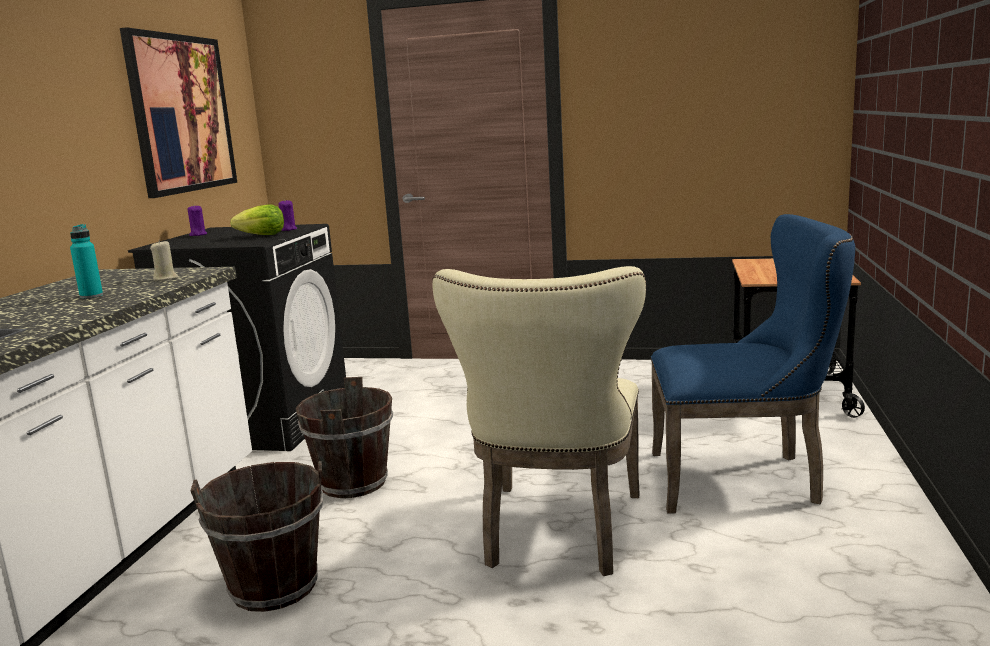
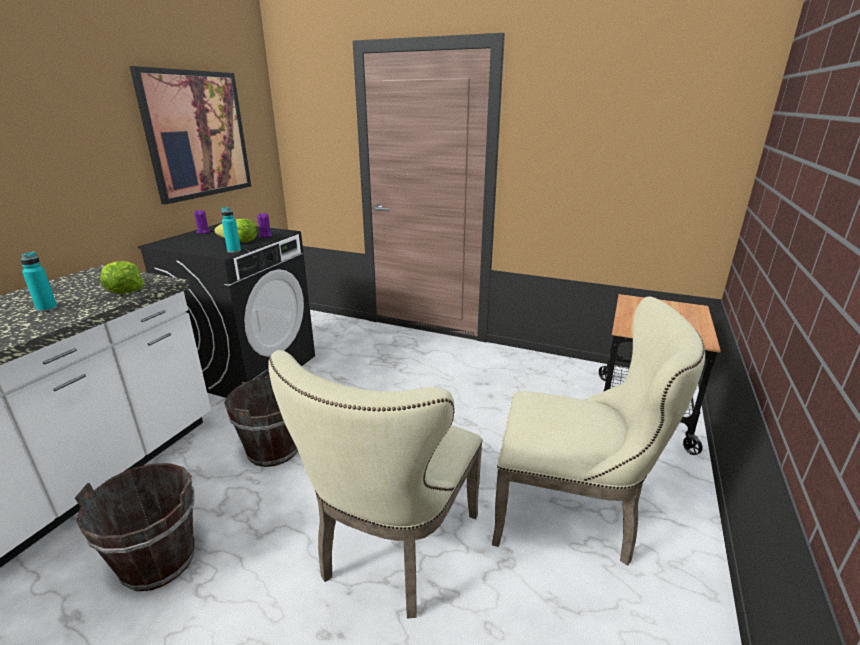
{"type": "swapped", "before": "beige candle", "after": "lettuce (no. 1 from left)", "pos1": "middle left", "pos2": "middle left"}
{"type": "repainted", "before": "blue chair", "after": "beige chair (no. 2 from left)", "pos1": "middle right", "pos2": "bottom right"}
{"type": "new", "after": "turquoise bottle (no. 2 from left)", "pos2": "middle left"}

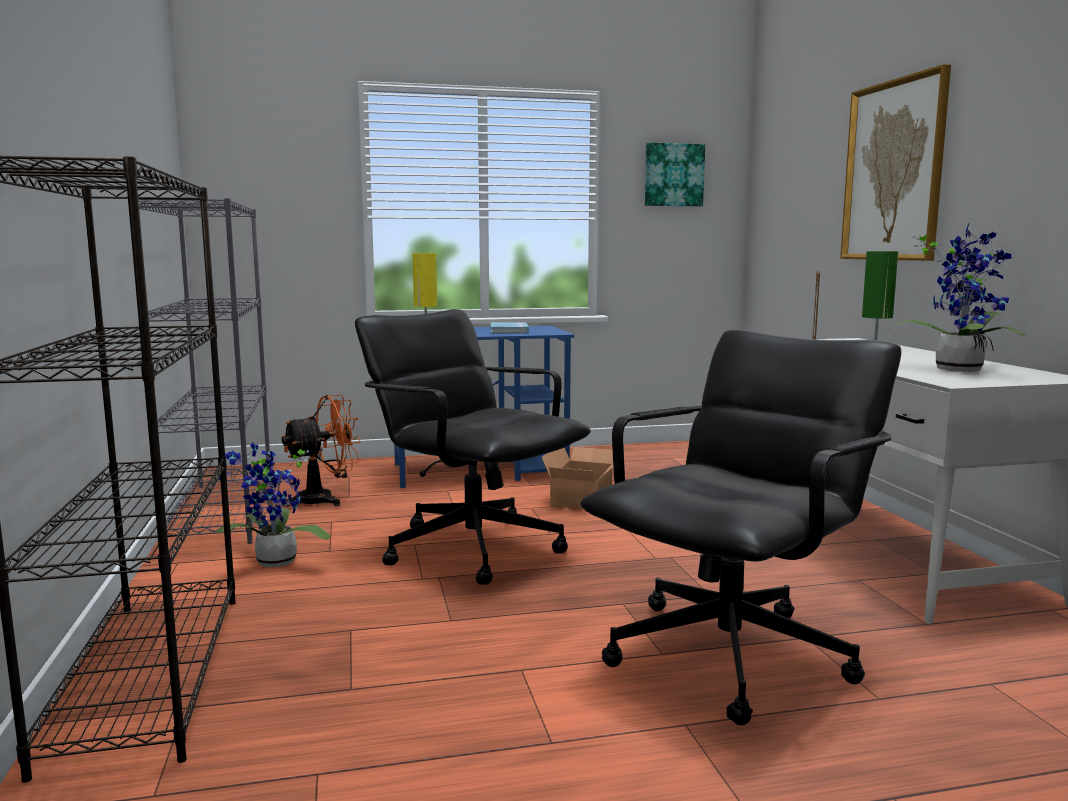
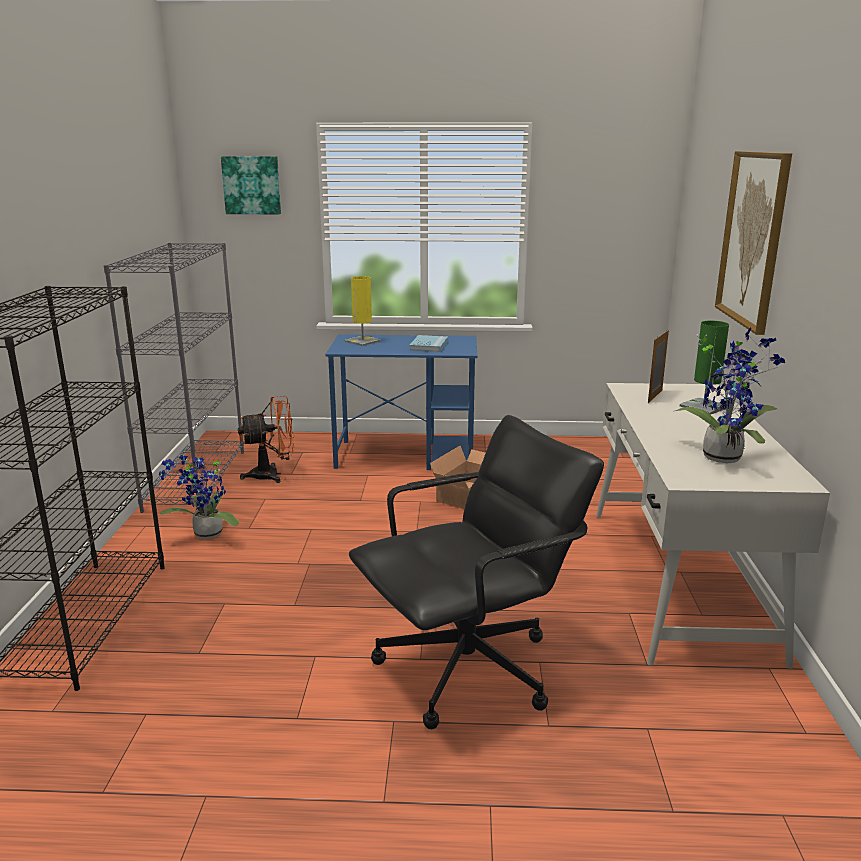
{"type": "gone", "before": "black office chair (no. 1 from left)", "pos1": "centre"}
{"type": "shifted", "before": "picture (no. 1 from left)", "pos1": "top centre", "pos2": "top left"}

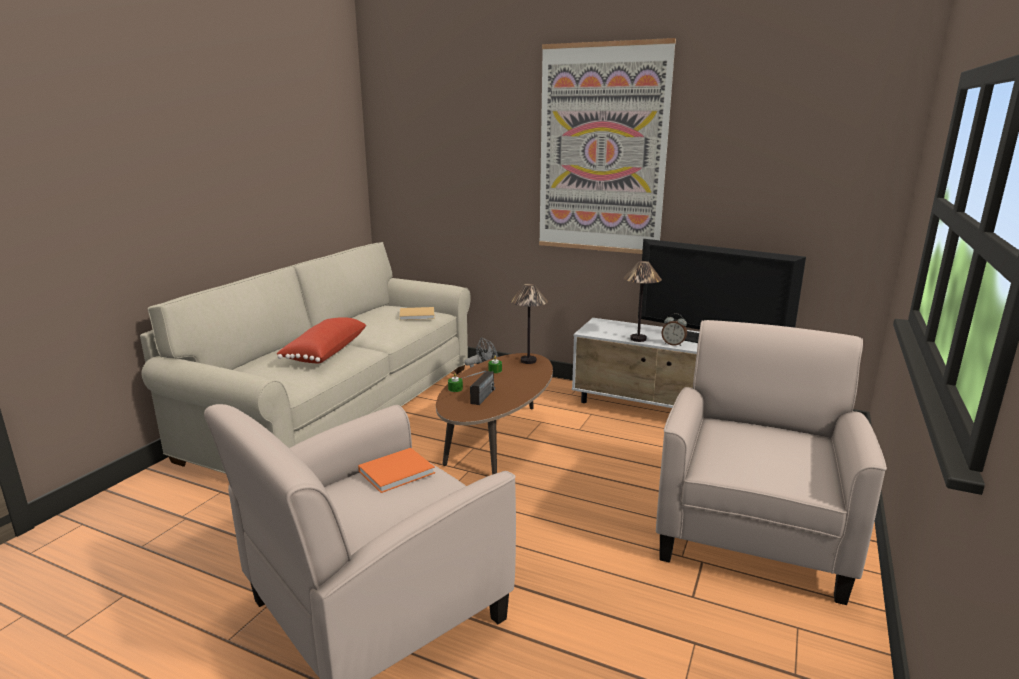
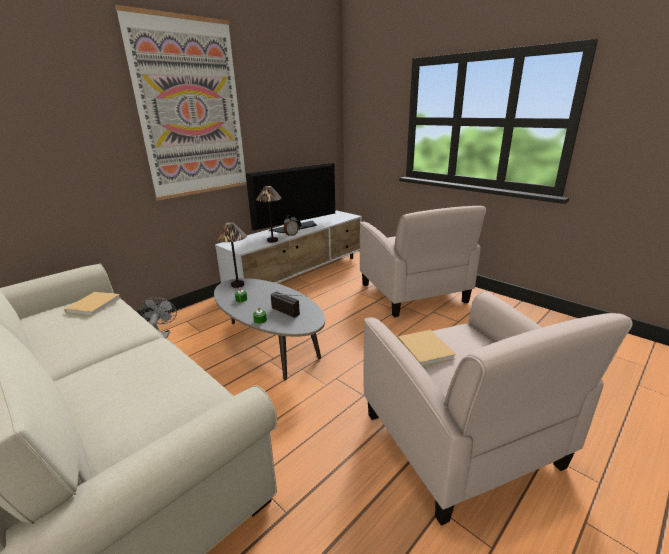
{"type": "gone", "before": "red pillow", "pos1": "middle left"}
{"type": "repainted", "before": "orange book", "after": "beige book (no. 2 from left)", "pos1": "bottom centre", "pos2": "centre"}
{"type": "repainted", "before": "brown coffee table", "after": "grey coffee table", "pos1": "centre", "pos2": "centre"}
{"type": "rotated", "before": "beige armchair (no. 2 from left in the first image)", "pos1": "bottom right", "pos2": "centre", "turn": -150}

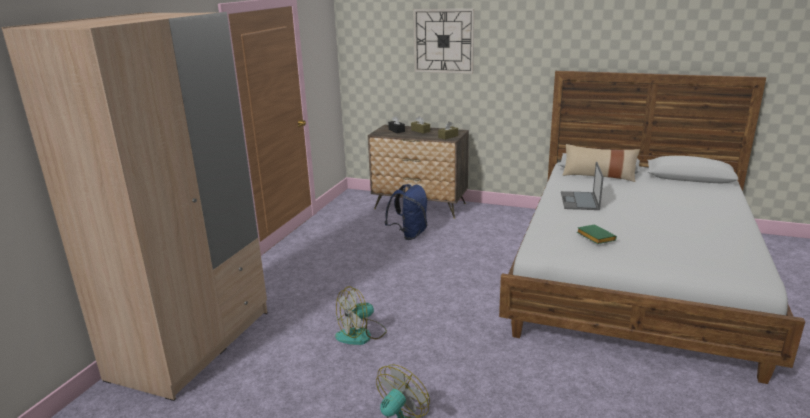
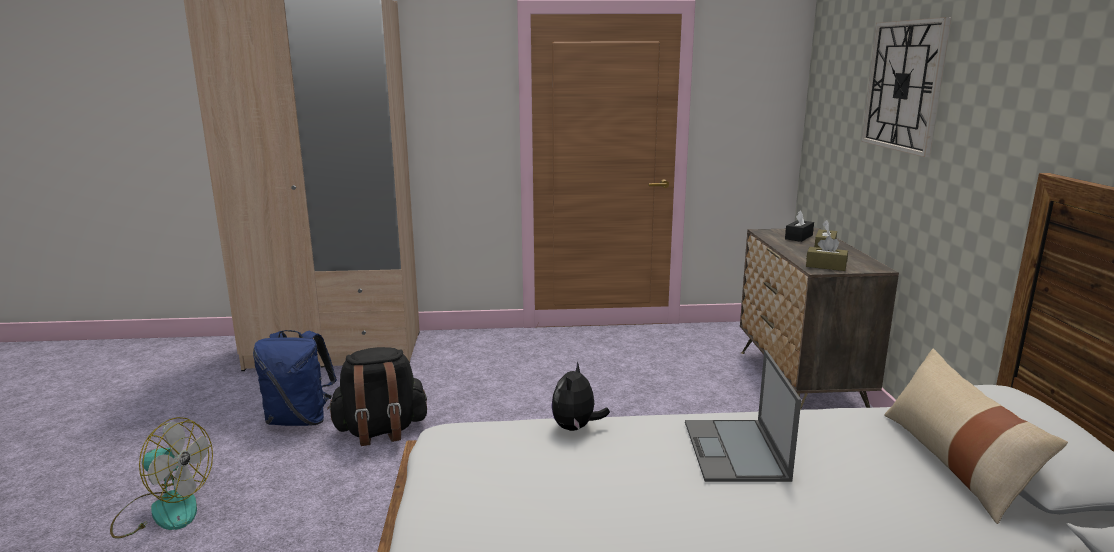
{"type": "swapped", "before": "fan (no. 1 from left)", "after": "black backpack", "pos1": "bottom centre", "pos2": "bottom centre"}
{"type": "shifted", "before": "blue backpack", "pos1": "centre", "pos2": "bottom left"}
{"type": "rotated", "before": "laptop", "pos1": "middle right", "pos2": "bottom right", "turn": -75}
{"type": "gone", "before": "green book", "pos1": "middle right"}
{"type": "new", "after": "plush toy", "pos2": "bottom centre"}

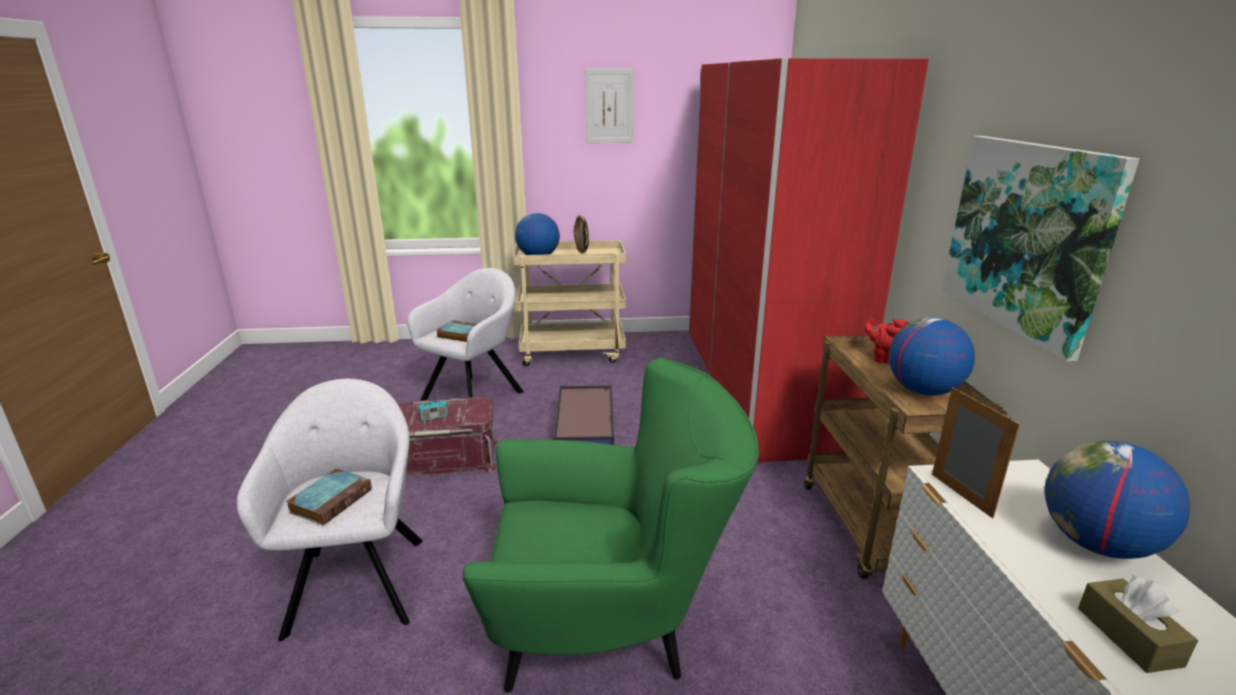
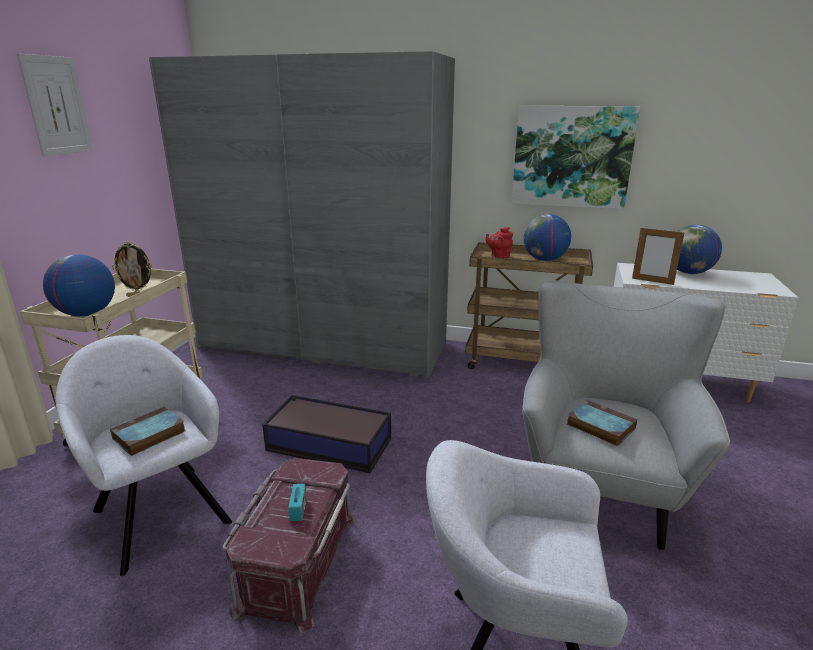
{"type": "shifted", "before": "book (no. 1 from left in the first image)", "after": "book (no. 2 from left)", "pos1": "bottom left", "pos2": "middle right"}
{"type": "repainted", "before": "green armchair", "after": "grey armchair (no. 3 from left)", "pos1": "bottom centre", "pos2": "middle right"}
{"type": "repainted", "before": "red wardrobe", "after": "grey wardrobe", "pos1": "centre", "pos2": "top centre"}
{"type": "rotated", "before": "picture frame (no. 2 from left)", "pos1": "middle right", "pos2": "middle right", "turn": -150}
{"type": "gone", "before": "brown tissue box", "pos1": "bottom right"}

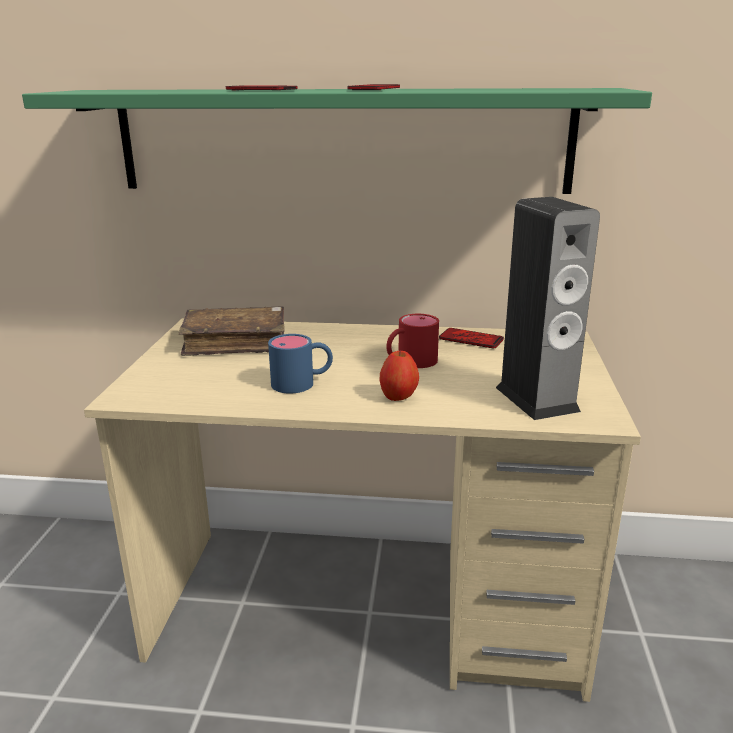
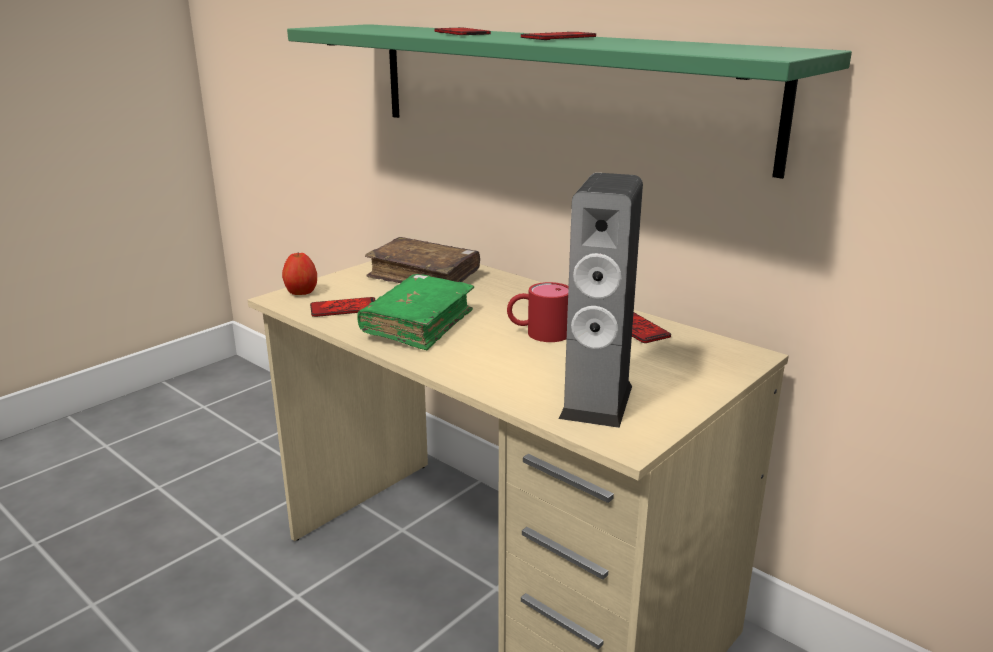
{"type": "swapped", "before": "blue mug", "after": "green book", "pos1": "centre", "pos2": "centre"}
{"type": "shifted", "before": "apple", "pos1": "centre", "pos2": "middle left"}
{"type": "new", "after": "phone (no. 1 from left)", "pos2": "centre"}

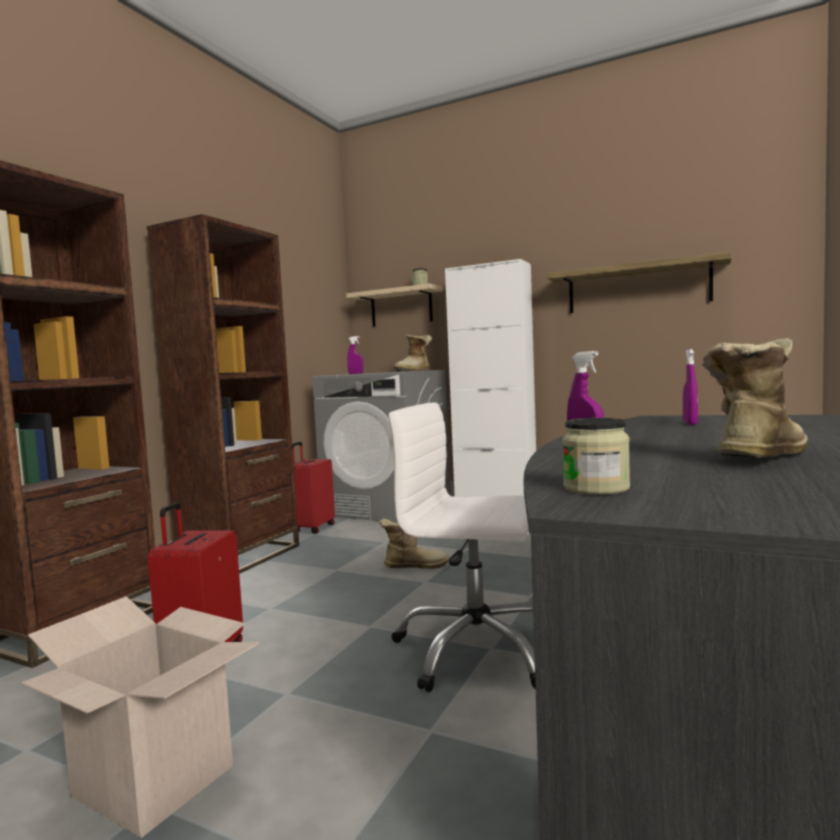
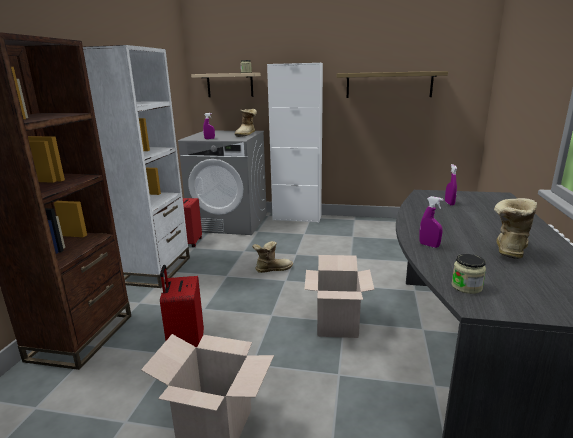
{"type": "repainted", "before": "brown bookcase (no. 2 from left)", "after": "white bookcase", "pos1": "middle left", "pos2": "middle left"}
{"type": "swapped", "before": "white office chair", "after": "cardboard box (no. 2 from left)", "pos1": "centre", "pos2": "bottom centre"}

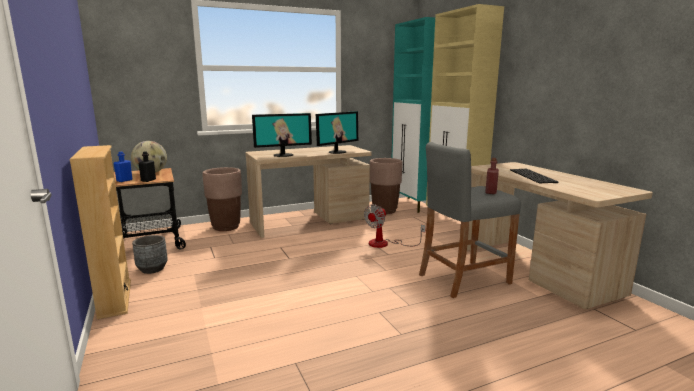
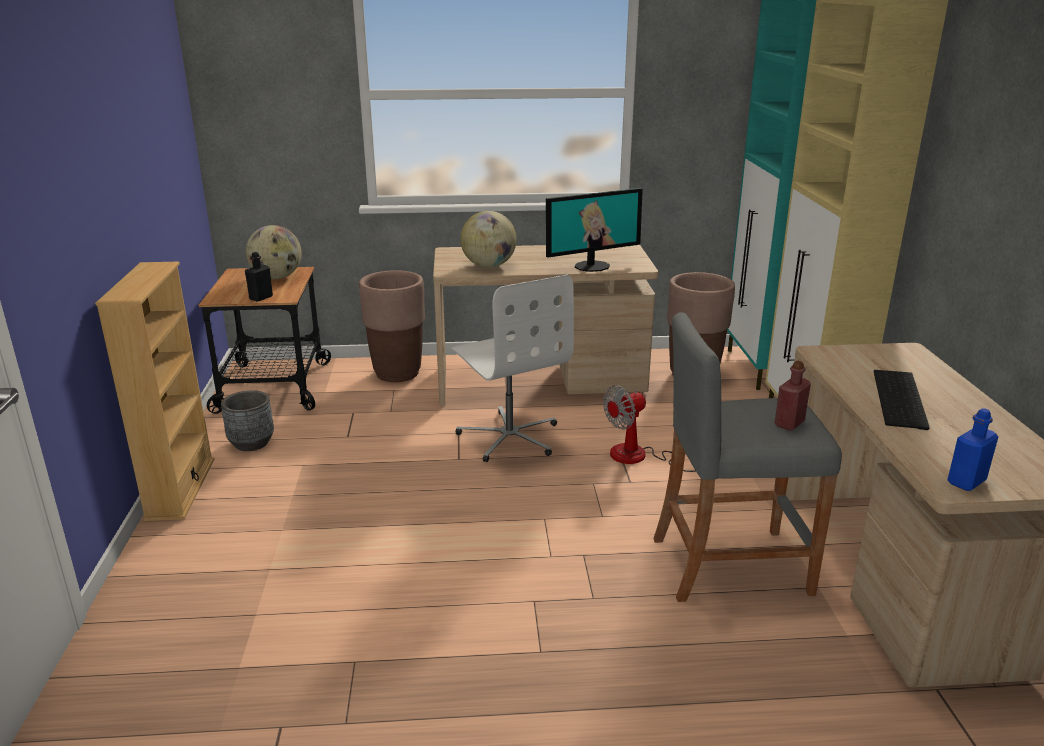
{"type": "shifted", "before": "blue bottle", "pos1": "middle left", "pos2": "middle right"}
{"type": "swapped", "before": "monitor (no. 1 from left)", "after": "globe (no. 2 from left)", "pos1": "centre", "pos2": "top centre"}
{"type": "new", "after": "white office chair", "pos2": "centre"}

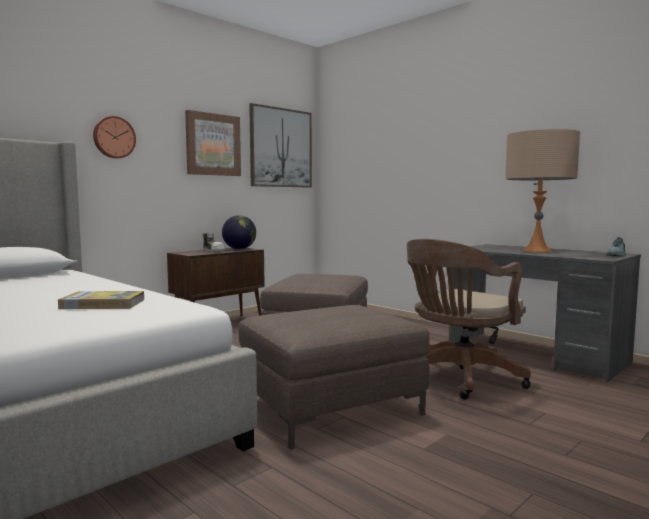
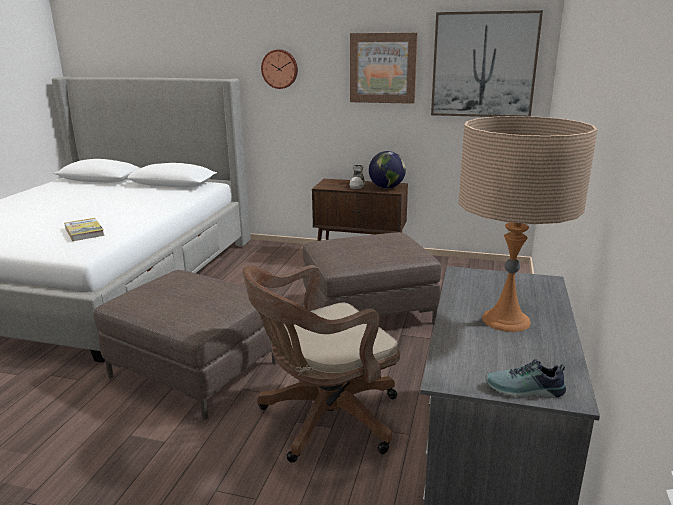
{"type": "rotated", "before": "brown office chair", "pos1": "middle right", "pos2": "bottom centre", "turn": -45}

